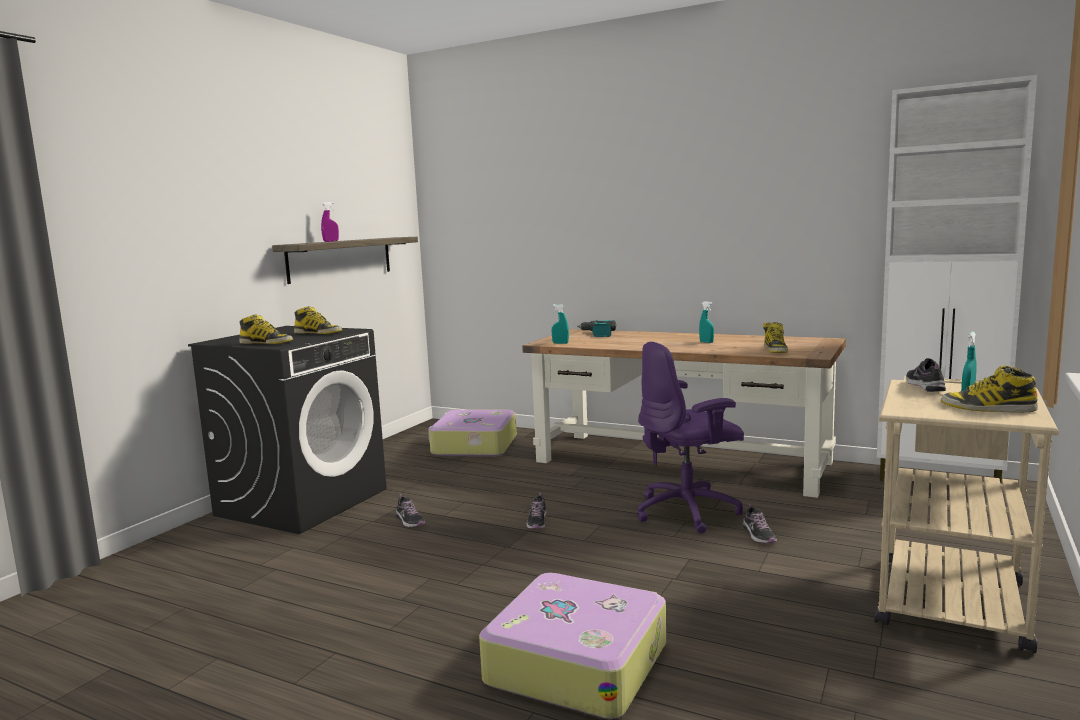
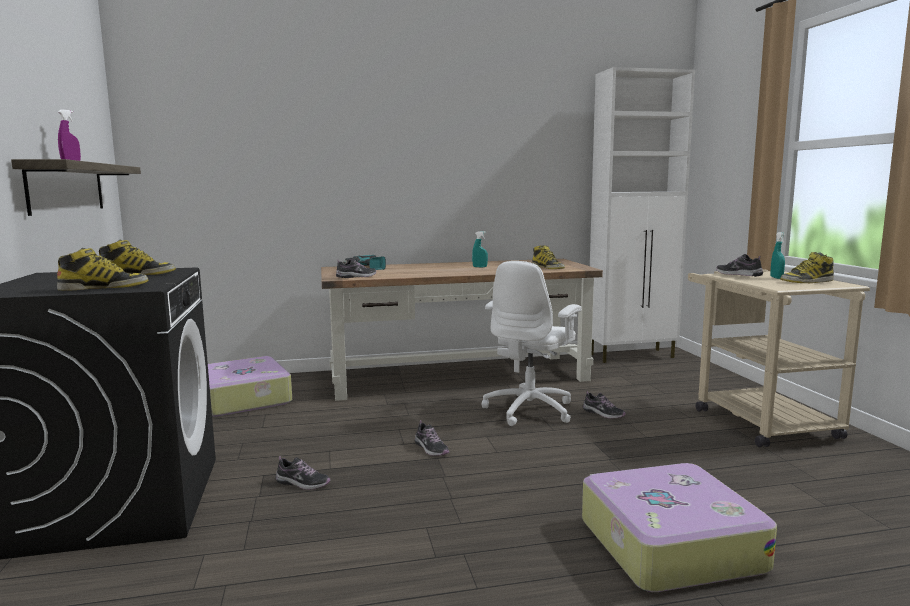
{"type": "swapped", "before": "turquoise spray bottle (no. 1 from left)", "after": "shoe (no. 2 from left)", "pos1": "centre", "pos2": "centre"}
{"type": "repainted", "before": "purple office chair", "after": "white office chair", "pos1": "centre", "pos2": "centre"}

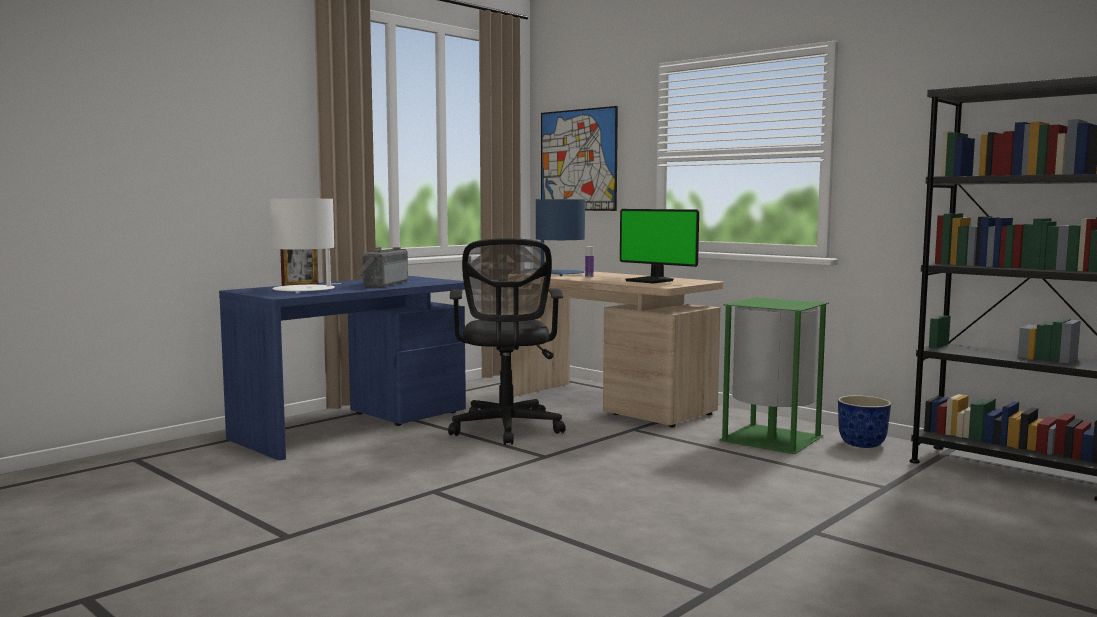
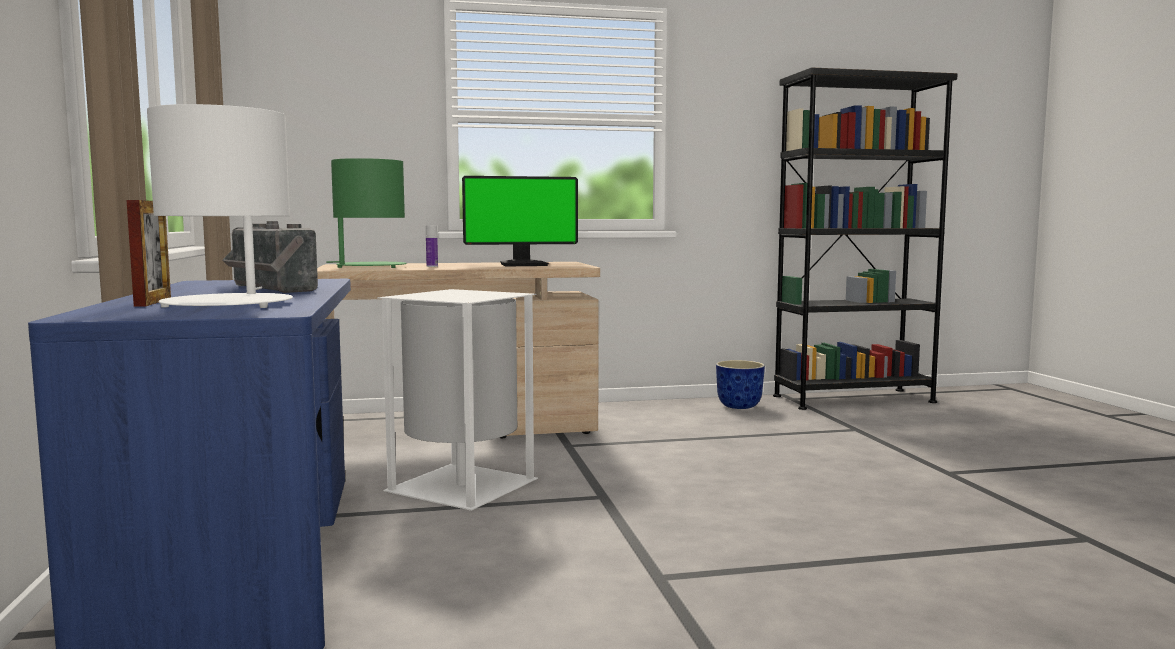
{"type": "swapped", "before": "black office chair", "after": "white trash can", "pos1": "centre", "pos2": "centre"}
{"type": "repainted", "before": "blue table lamp", "after": "green table lamp", "pos1": "centre", "pos2": "top left"}
{"type": "gone", "before": "picture", "pos1": "top centre"}
{"type": "gone", "before": "green trash can", "pos1": "middle right"}

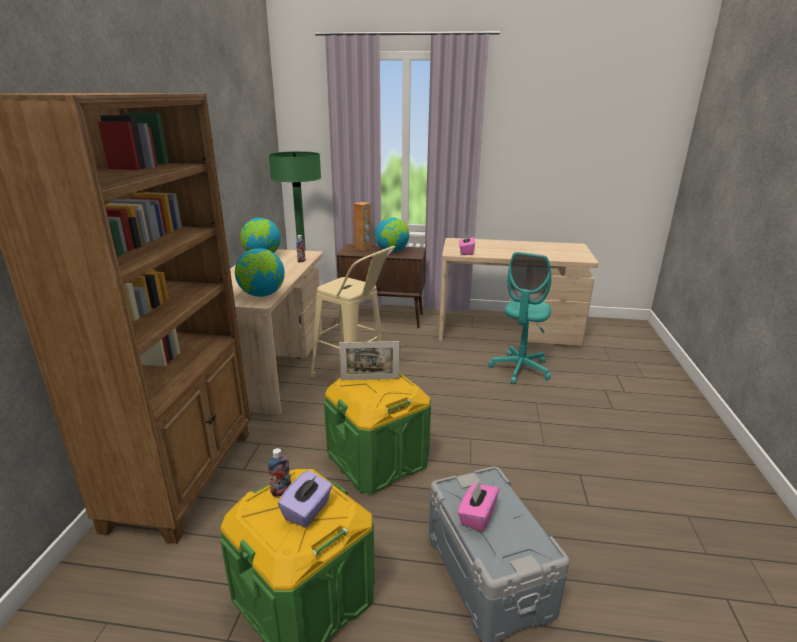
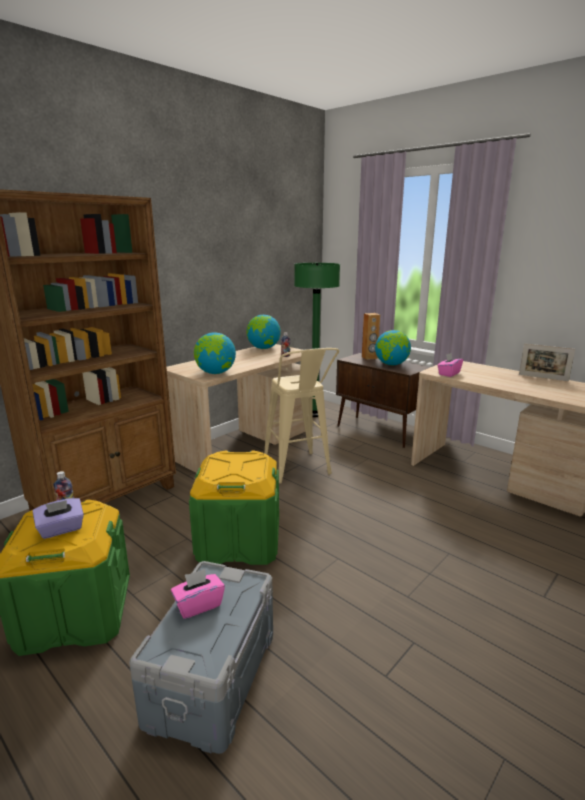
{"type": "shifted", "before": "picture frame", "pos1": "centre", "pos2": "middle right"}
{"type": "gone", "before": "turquoise office chair", "pos1": "centre"}

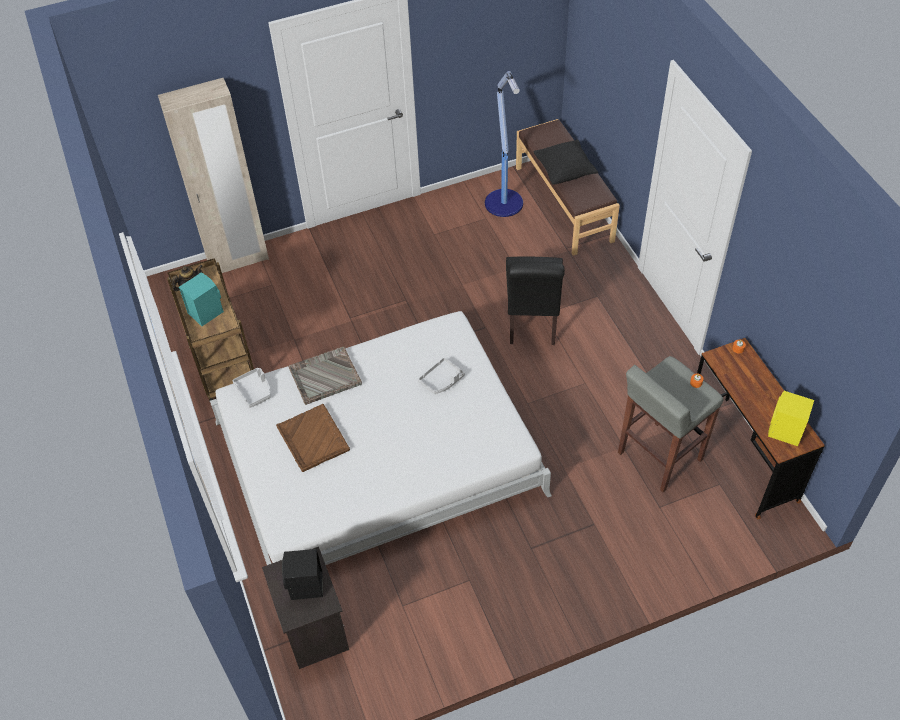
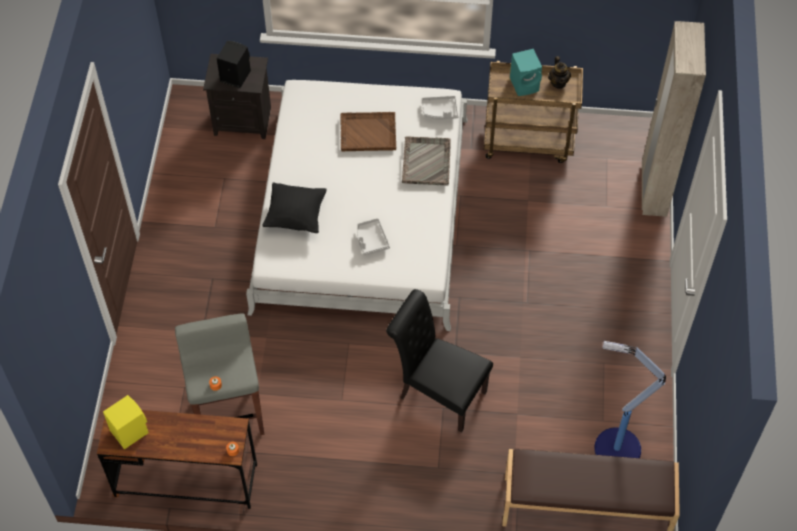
{"type": "shifted", "before": "black pillow", "pos1": "top centre", "pos2": "centre"}

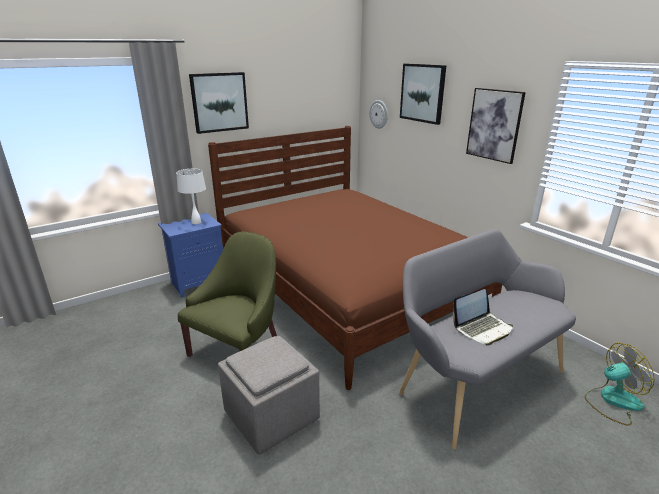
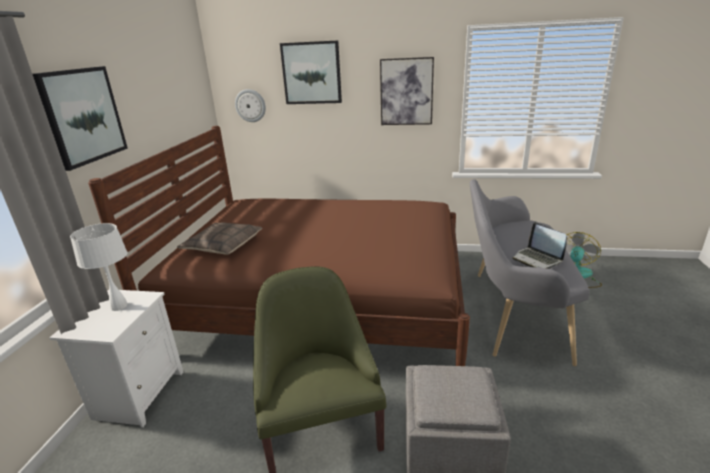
{"type": "repainted", "before": "blue nightstand", "after": "white nightstand", "pos1": "middle left", "pos2": "bottom left"}
{"type": "rotated", "before": "laptop", "pos1": "middle right", "pos2": "middle right", "turn": 135}
{"type": "new", "after": "pillow", "pos2": "middle left"}

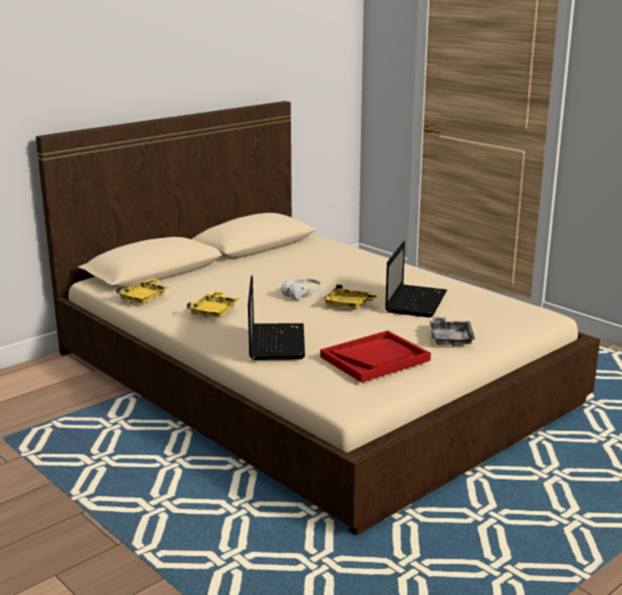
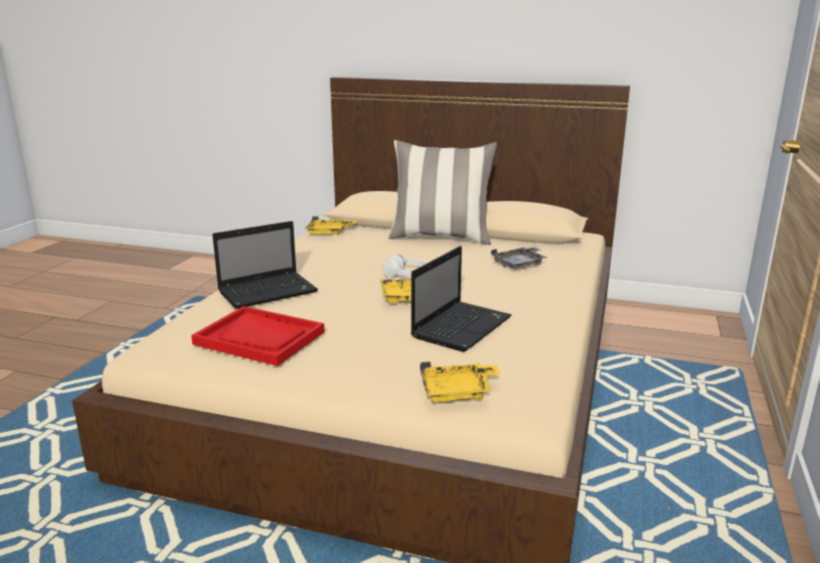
{"type": "shifted", "before": "yellow tray (no. 2 from left in the first image)", "after": "yellow tray (no. 3 from left)", "pos1": "centre", "pos2": "bottom centre"}
{"type": "rotated", "before": "laptop (no. 2 from left)", "pos1": "middle right", "pos2": "centre", "turn": -45}
{"type": "shifted", "before": "grey tray", "pos1": "middle right", "pos2": "centre"}
{"type": "new", "after": "pillow", "pos2": "centre"}

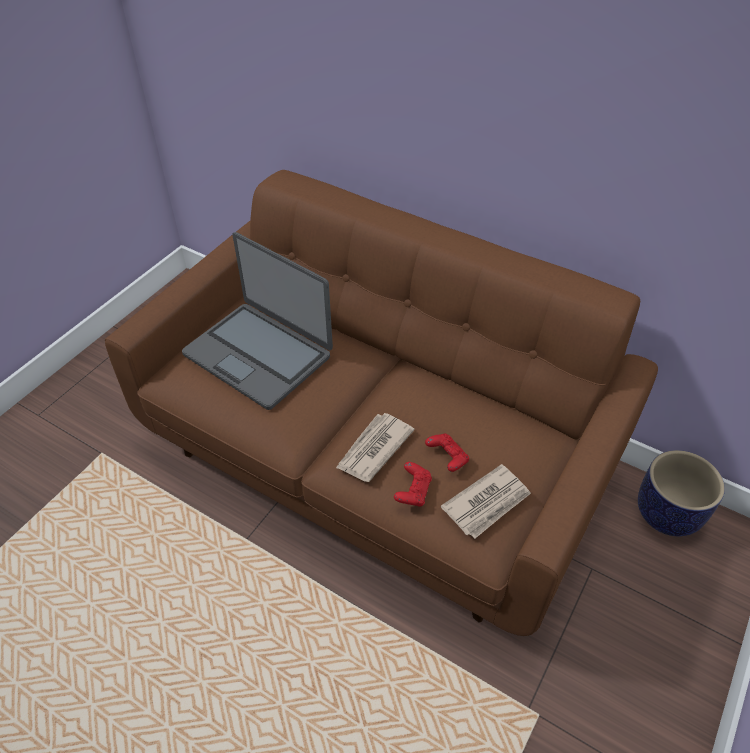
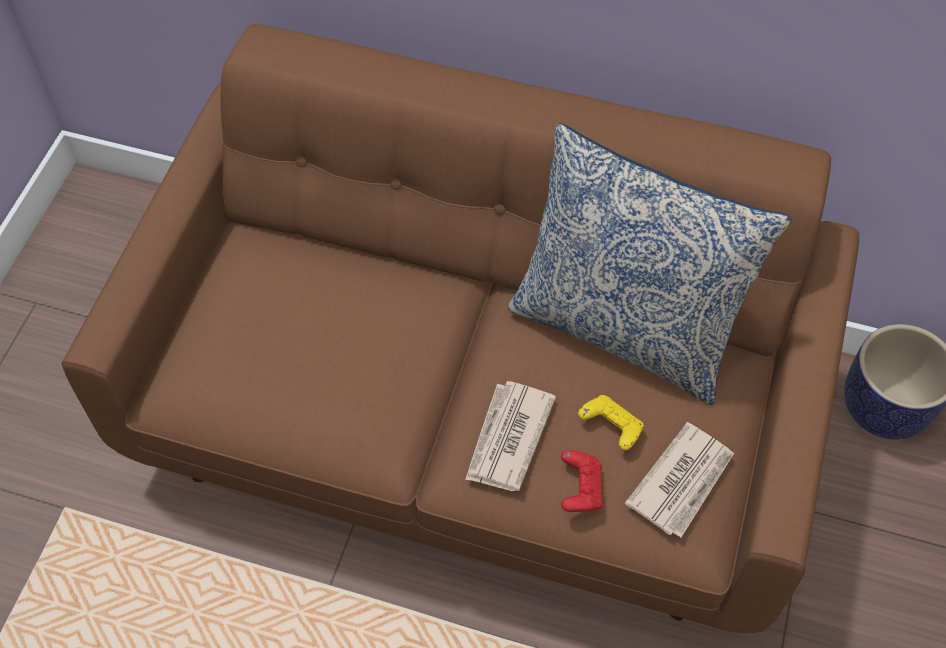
{"type": "gone", "before": "laptop", "pos1": "centre"}
{"type": "repainted", "before": "red game controller (no. 2 from left)", "after": "yellow game controller", "pos1": "centre", "pos2": "centre"}
{"type": "new", "after": "pillow", "pos2": "middle right"}

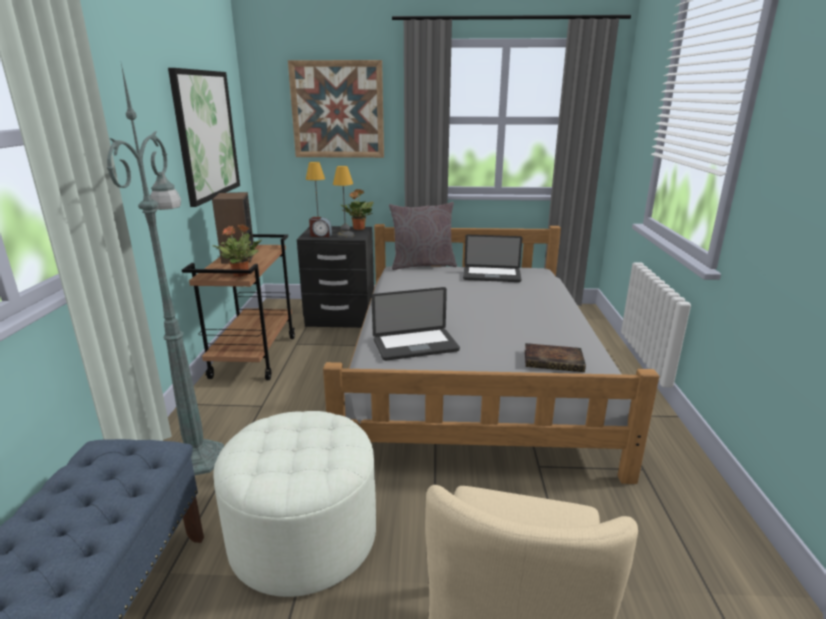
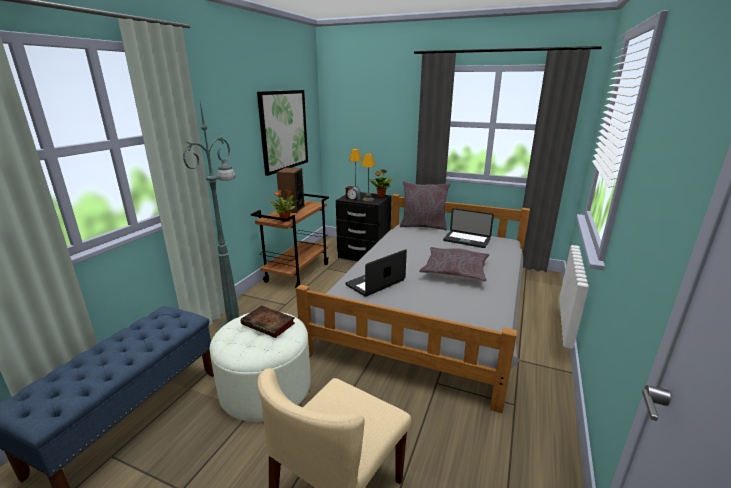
{"type": "gone", "before": "picture (no. 2 from left)", "pos1": "top centre"}
{"type": "rotated", "before": "laptop (no. 1 from left)", "pos1": "centre", "pos2": "centre", "turn": 135}
{"type": "shifted", "before": "book", "pos1": "middle right", "pos2": "centre"}
{"type": "new", "after": "grey pillow (no. 2 from left)", "pos2": "centre"}

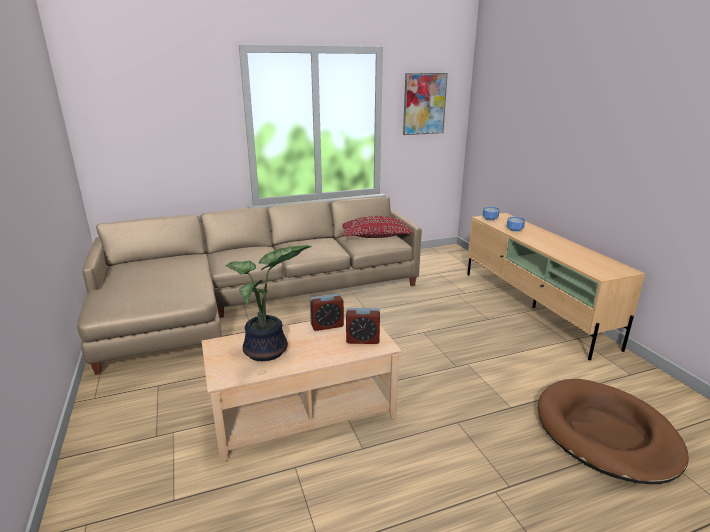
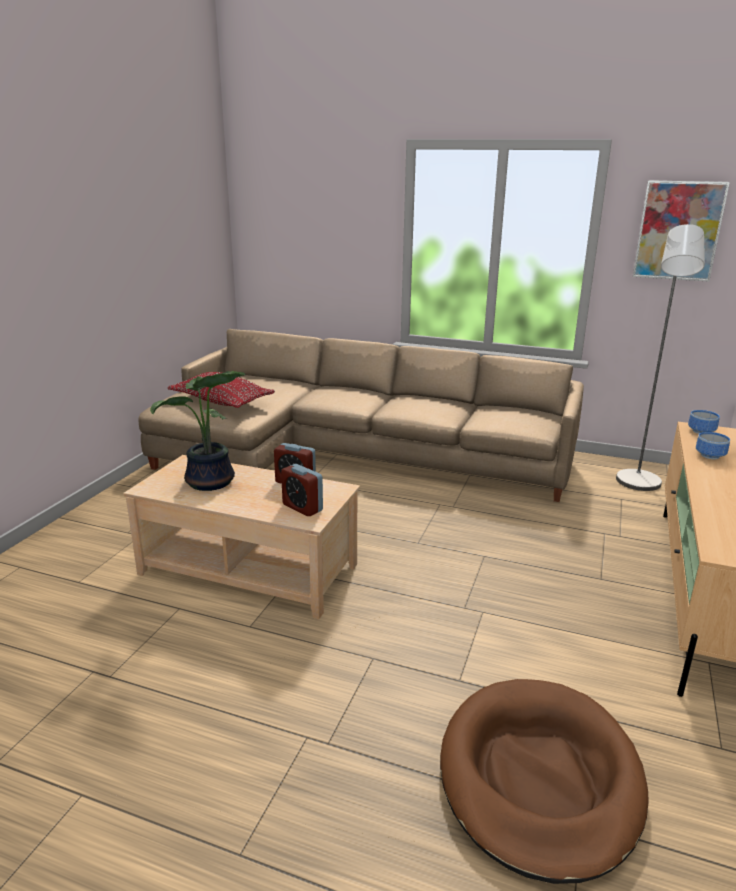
{"type": "shifted", "before": "red pillow", "pos1": "centre", "pos2": "middle left"}
{"type": "new", "after": "grey floor lamp", "pos2": "middle right"}

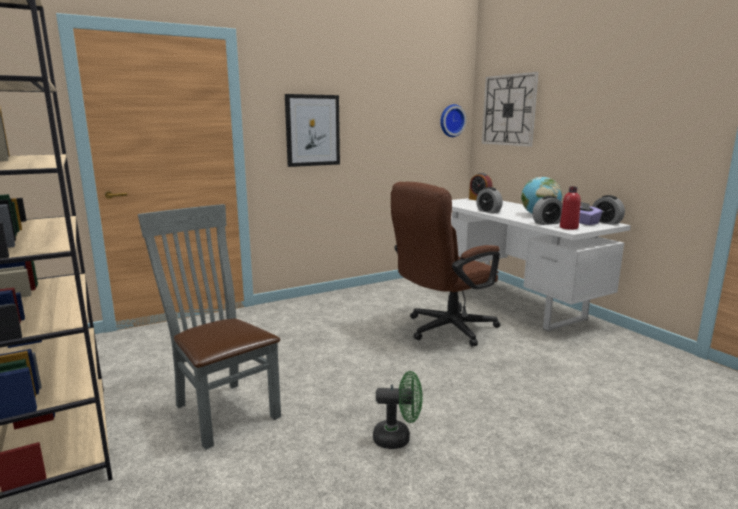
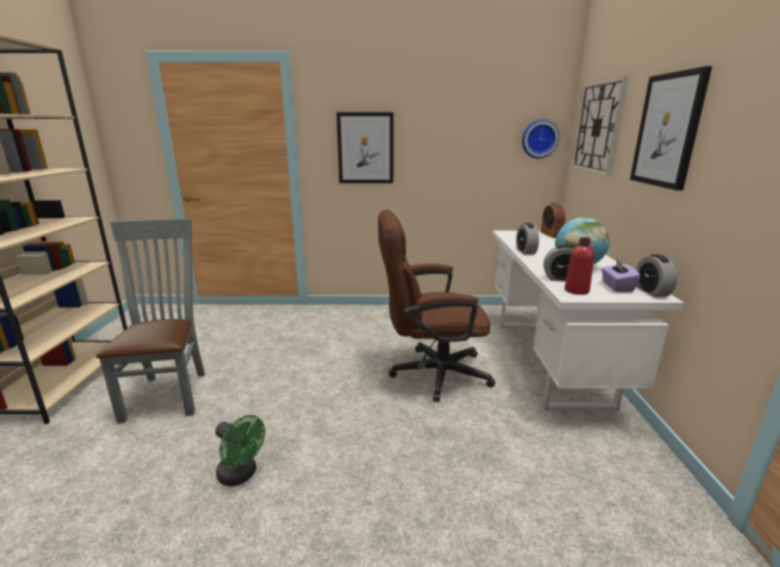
{"type": "new", "after": "picture (no. 2 from left)", "pos2": "top right"}

